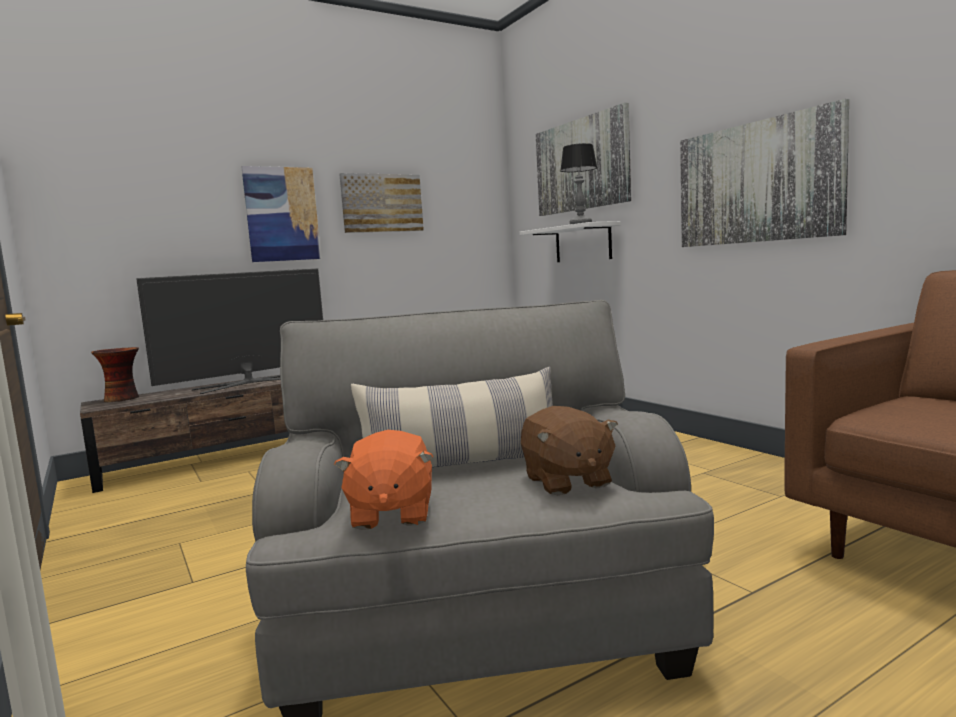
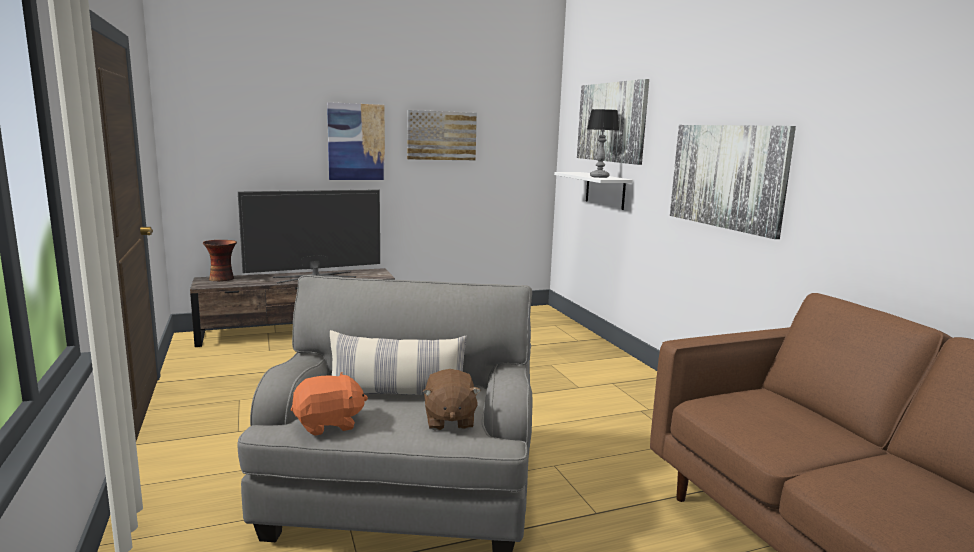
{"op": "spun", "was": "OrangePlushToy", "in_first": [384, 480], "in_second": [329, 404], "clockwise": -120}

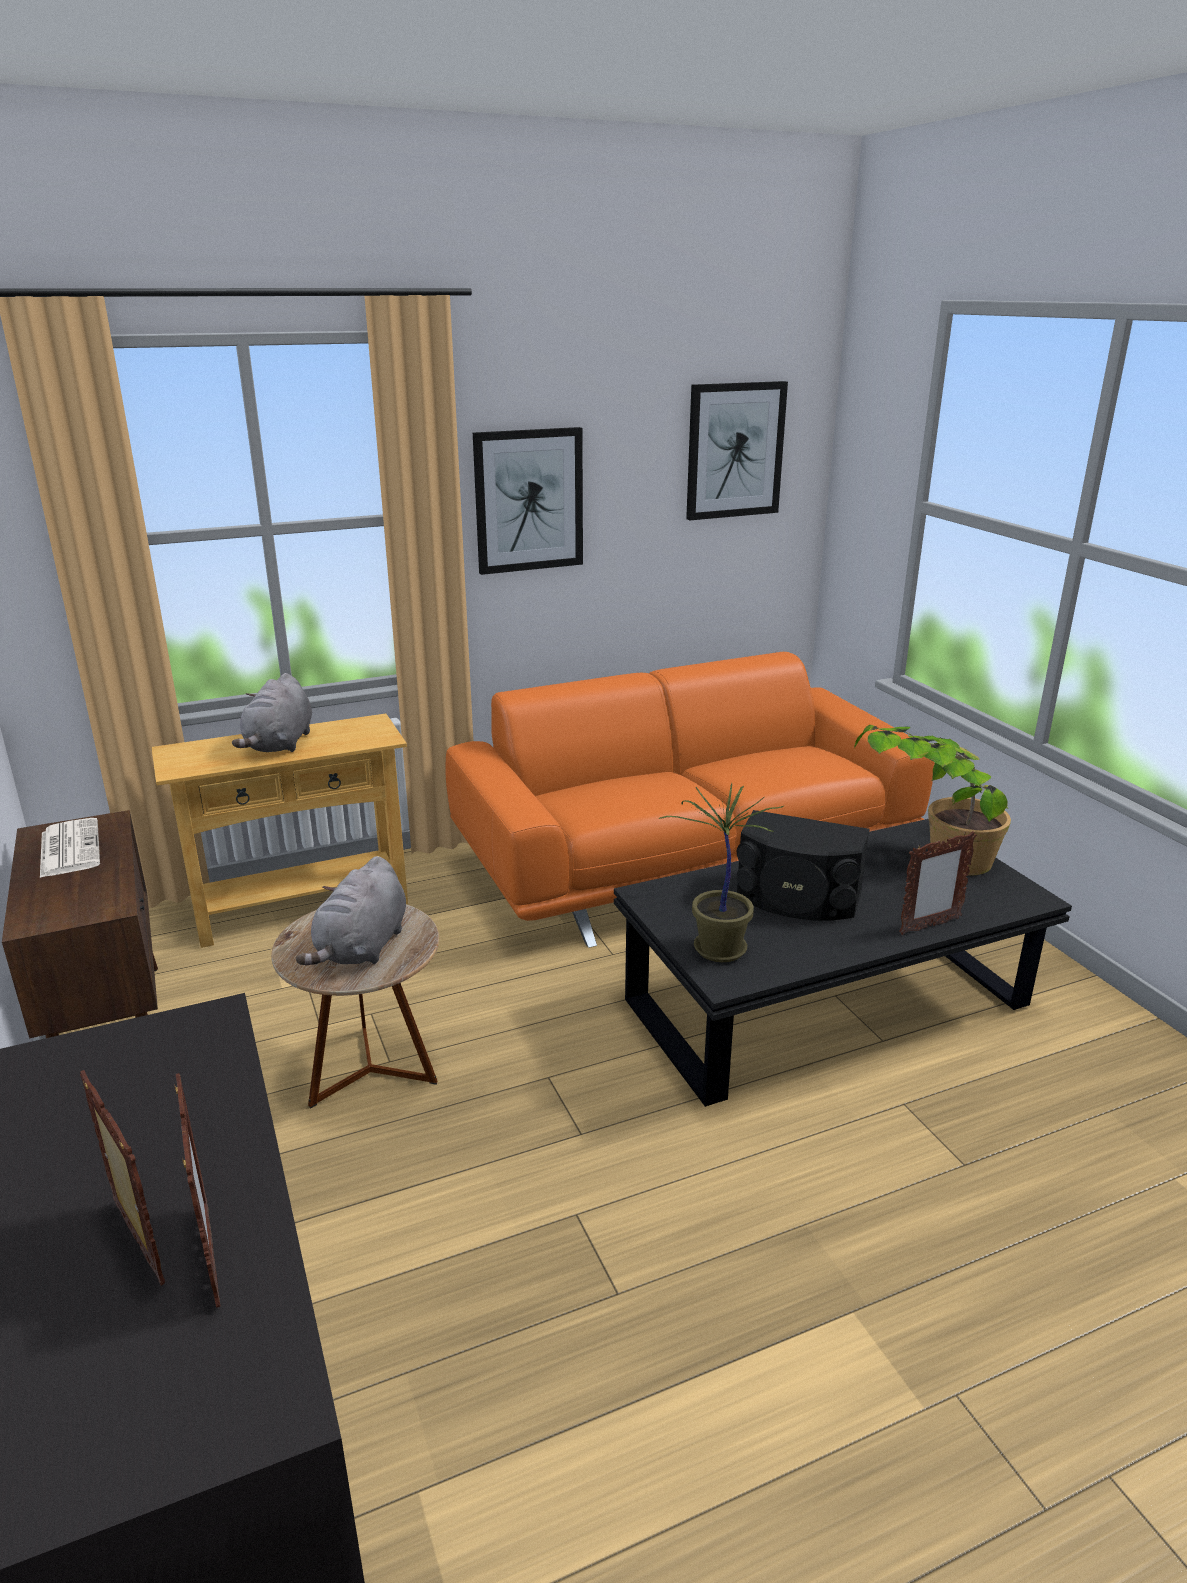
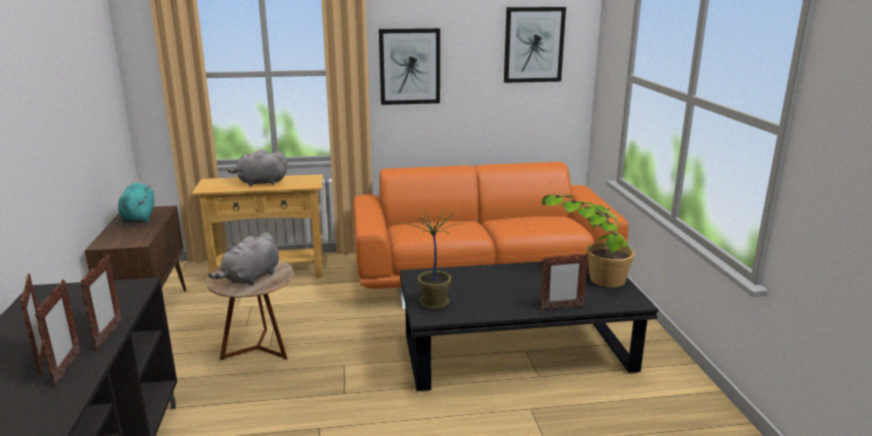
{"op": "missing", "was": "BlackSpeaker", "in_first": [803, 865]}
{"op": "appeared", "now": "PictureFrame", "in_second": [101, 302]}
{"op": "exchanged", "was": "Newspaper", "now": "TurquoisePlushToy", "in_first": [70, 848], "in_second": [136, 203]}
{"op": "spun", "was": "GreyPlushToy", "in_first": [272, 712], "in_second": [257, 167], "clockwise": 60}

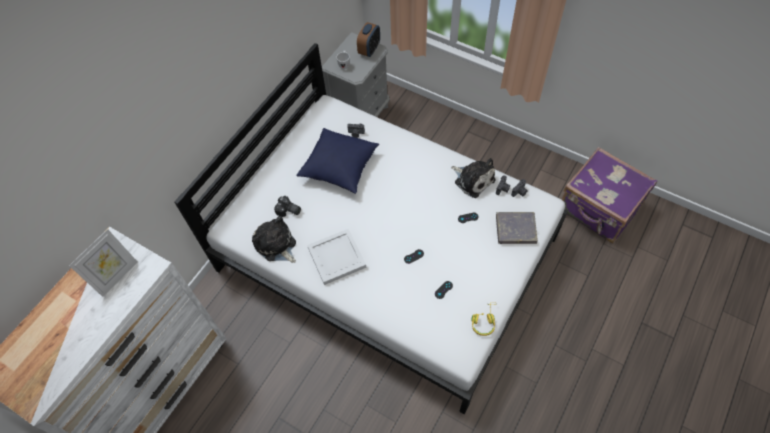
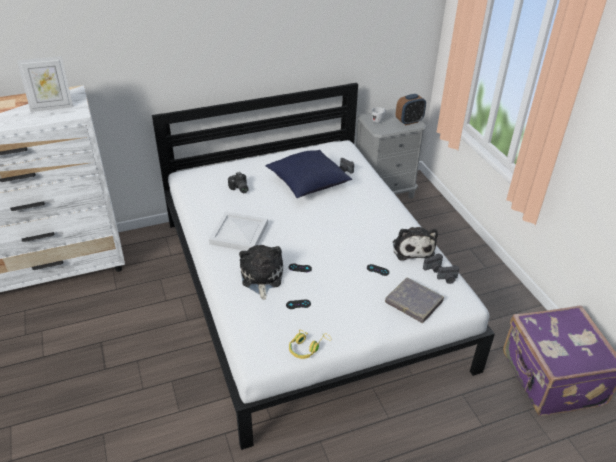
{"op": "relocated", "was": "PlushToy", "in_first": [274, 239], "in_second": [261, 272]}

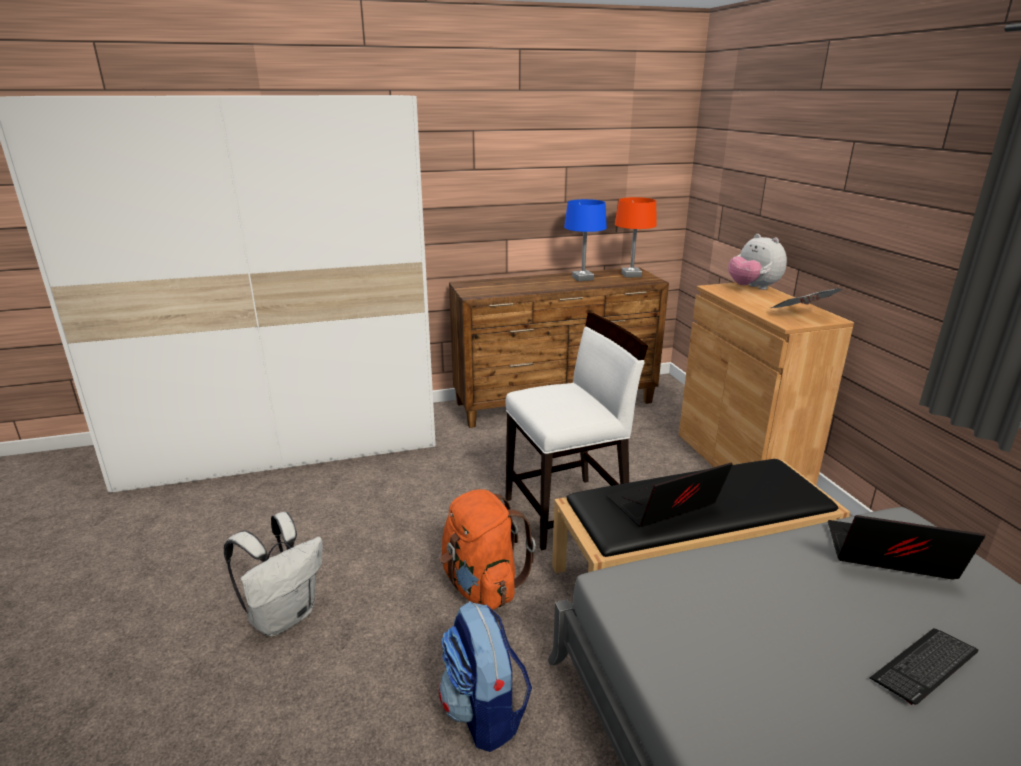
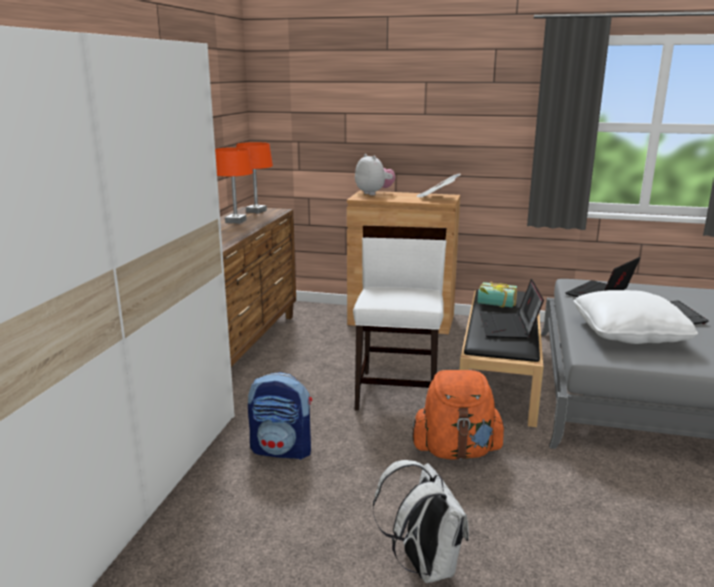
{"op": "appeared", "now": "Book", "in_second": [497, 295]}
{"op": "appeared", "now": "WhitePillow", "in_second": [636, 317]}
{"op": "relocated", "was": "Backpack", "in_first": [485, 676], "in_second": [280, 416]}
{"op": "colour", "was": "BlueTableLamp", "now": "OrangeTableLamp", "in_first": [585, 240], "in_second": [234, 185]}
{"op": "spun", "was": "PlushToy", "in_first": [757, 262], "in_second": [375, 174], "clockwise": -120}

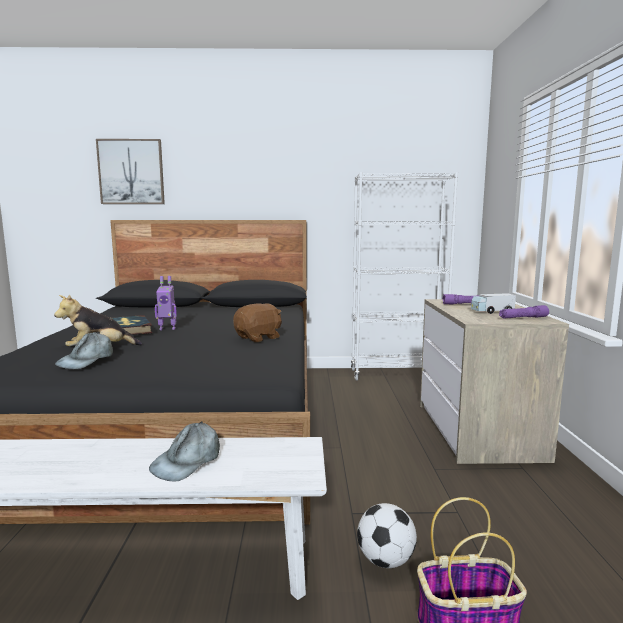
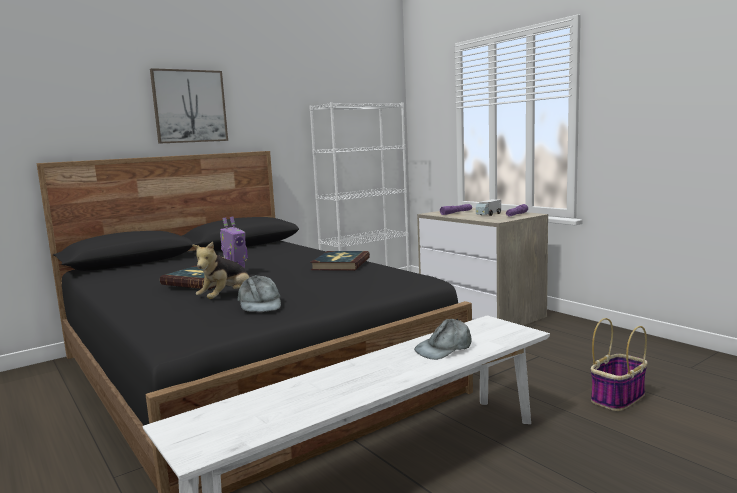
{"op": "missing", "was": "Football", "in_first": [387, 535]}
{"op": "relocated", "was": "Picture", "in_first": [130, 171], "in_second": [189, 106]}
{"op": "exchanged", "was": "BrownPlushToy", "now": "Book", "in_first": [257, 322], "in_second": [340, 261]}
{"op": "spun", "was": "GreyCap", "in_first": [184, 452], "in_second": [443, 339], "clockwise": 60}

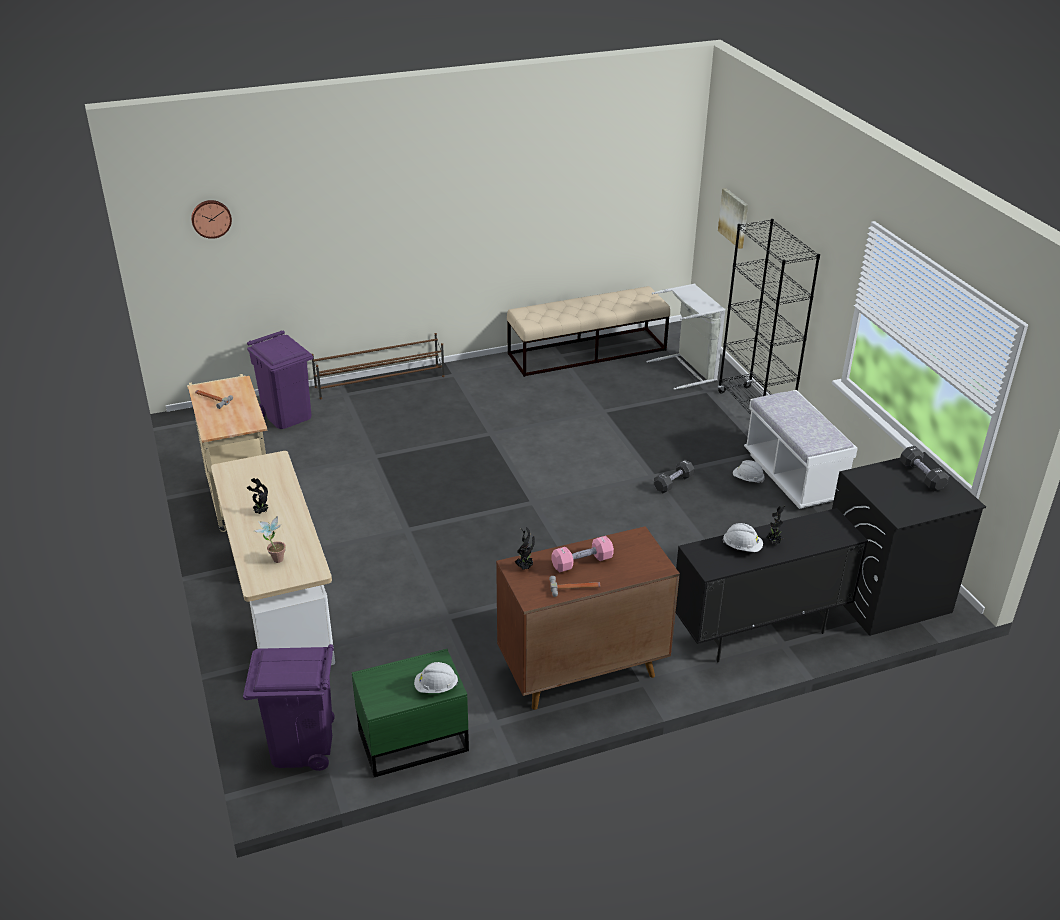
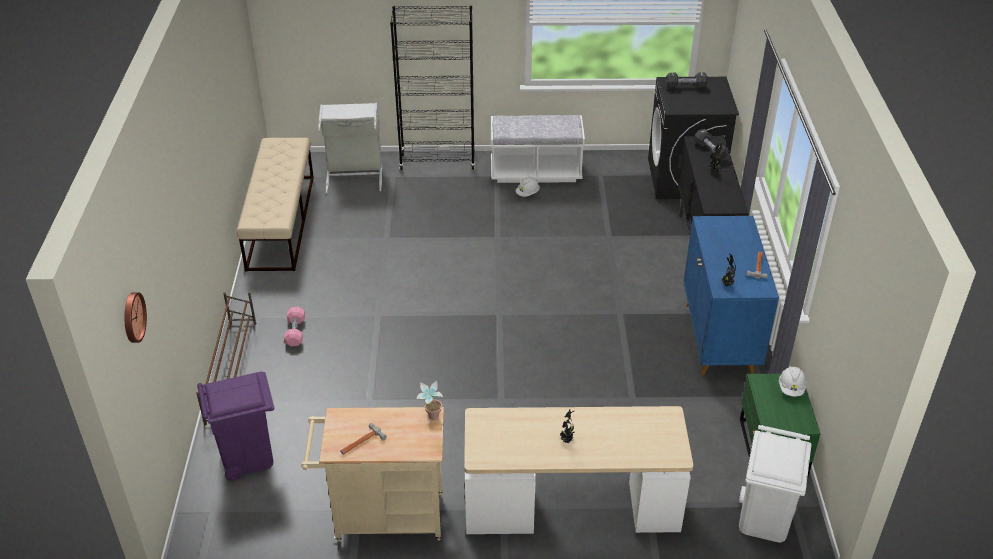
{"op": "missing", "was": "Picture", "in_first": [733, 218]}
{"op": "missing", "was": "WhiteHardHat", "in_first": [742, 537]}
{"op": "relocated", "was": "PottedPlant", "in_first": [270, 539], "in_second": [429, 400]}
{"op": "relocated", "was": "PinkDumbbell", "in_first": [583, 554], "in_second": [294, 327]}
{"op": "relocated", "was": "BlackDumbbell", "in_first": [674, 476], "in_second": [711, 145]}
{"op": "colour", "was": "PurpleTrashCan", "now": "WhiteTrashCan", "in_first": [289, 707], "in_second": [775, 483]}
{"op": "colour", "was": "BrownCabinet", "now": "BlueCabinet", "in_first": [588, 618], "in_second": [731, 295]}

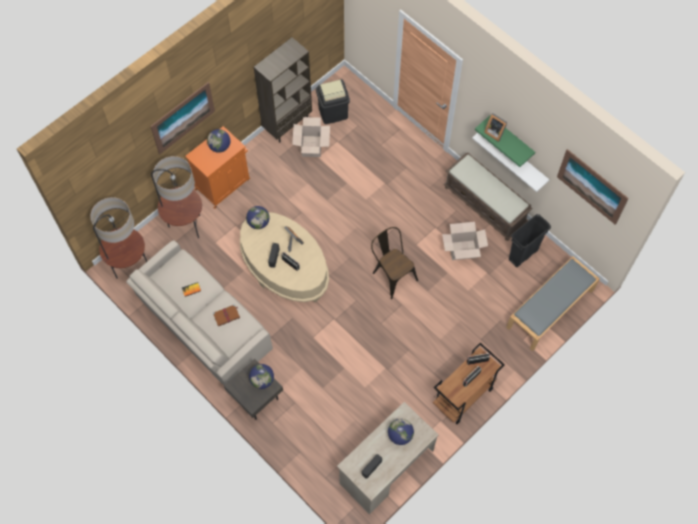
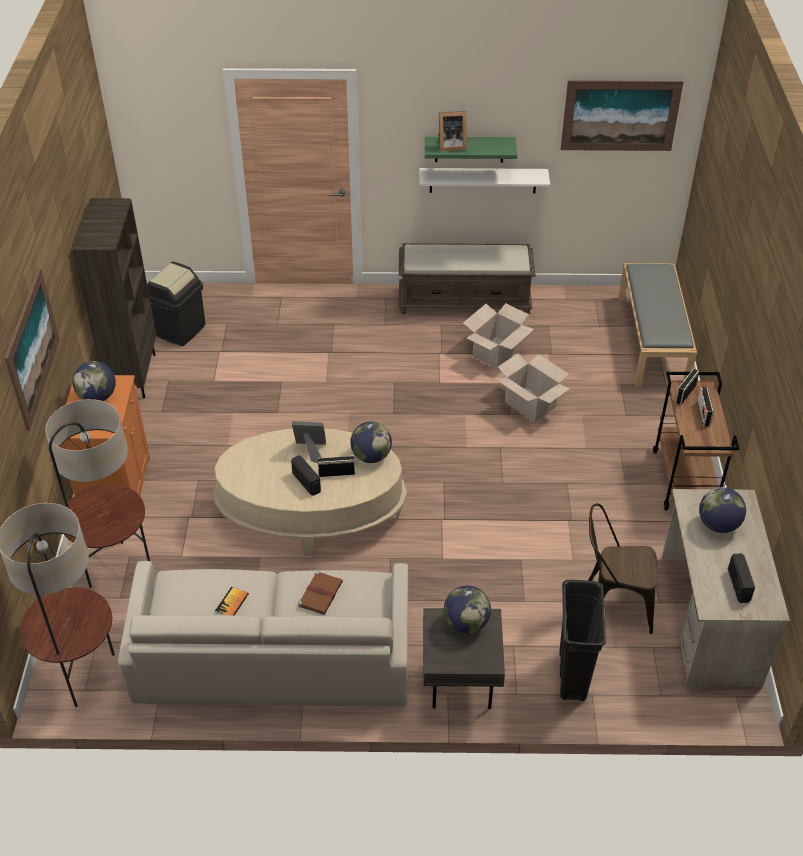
{"op": "relocated", "was": "Globe", "in_first": [257, 217], "in_second": [371, 442]}
{"op": "relocated", "was": "CardboardBox", "in_first": [311, 137], "in_second": [533, 387]}
{"op": "relocated", "was": "BrownChair", "in_first": [394, 263], "in_second": [622, 569]}
{"op": "relocated", "was": "BlackTrashCan", "in_first": [530, 240], "in_second": [583, 640]}

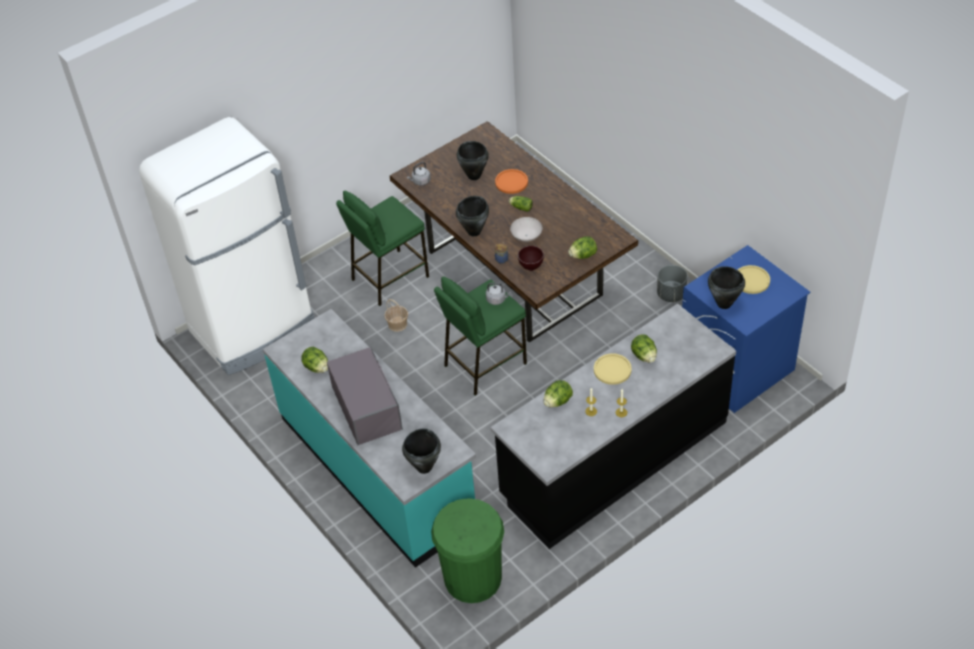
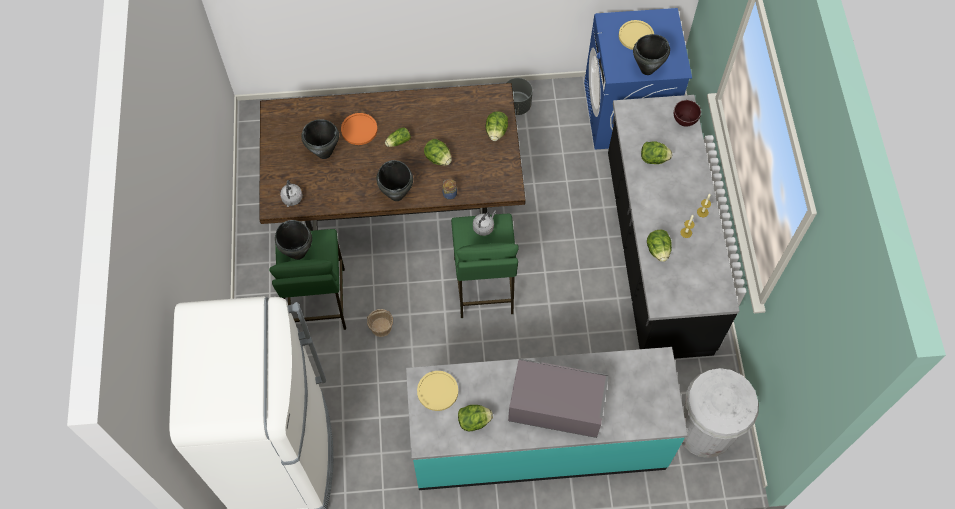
{"op": "relocated", "was": "BlackCookingPot", "in_first": [421, 451], "in_second": [293, 240]}
{"op": "relocated", "was": "BrownBowl", "in_first": [531, 258], "in_second": [687, 113]}
{"op": "relocated", "was": "YellowPlate", "in_first": [613, 369], "in_second": [437, 391]}
{"op": "exchanged", "was": "WhiteBowl", "now": "Lettuce", "in_first": [526, 229], "in_second": [438, 152]}
{"op": "colour", "was": "GreenTrashCan", "now": "WhiteTrashCan", "in_first": [467, 550], "in_second": [720, 413]}

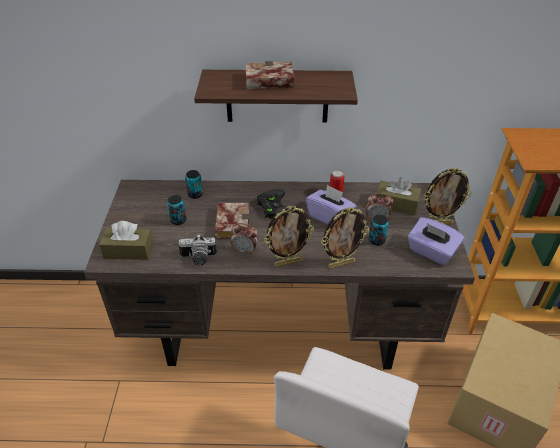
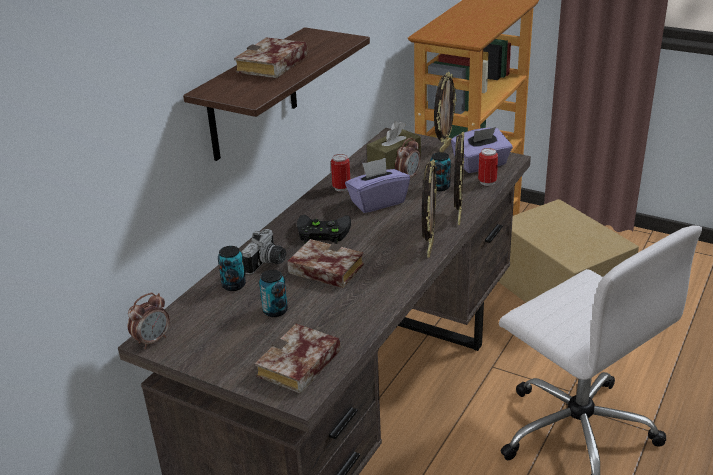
{"op": "appeared", "now": "Can", "in_second": [488, 167]}
{"op": "relocated", "was": "PhotoCamera", "in_first": [197, 250], "in_second": [264, 252]}
{"op": "relocated", "was": "AlarmClock", "in_first": [244, 239], "in_second": [149, 321]}
{"op": "exchanged", "was": "BrownTissueBox", "now": "Book", "in_first": [126, 240], "in_second": [298, 359]}

